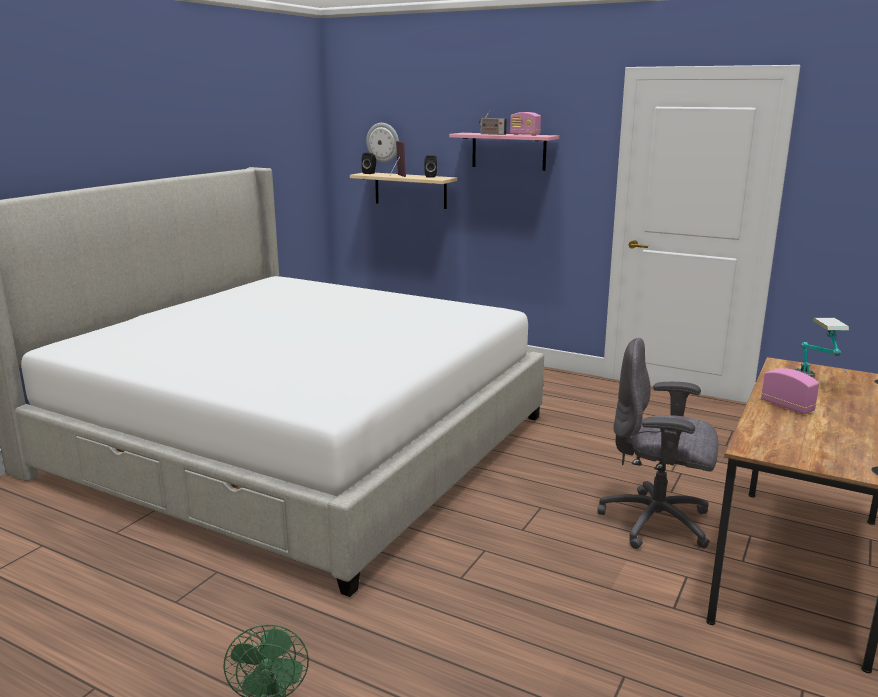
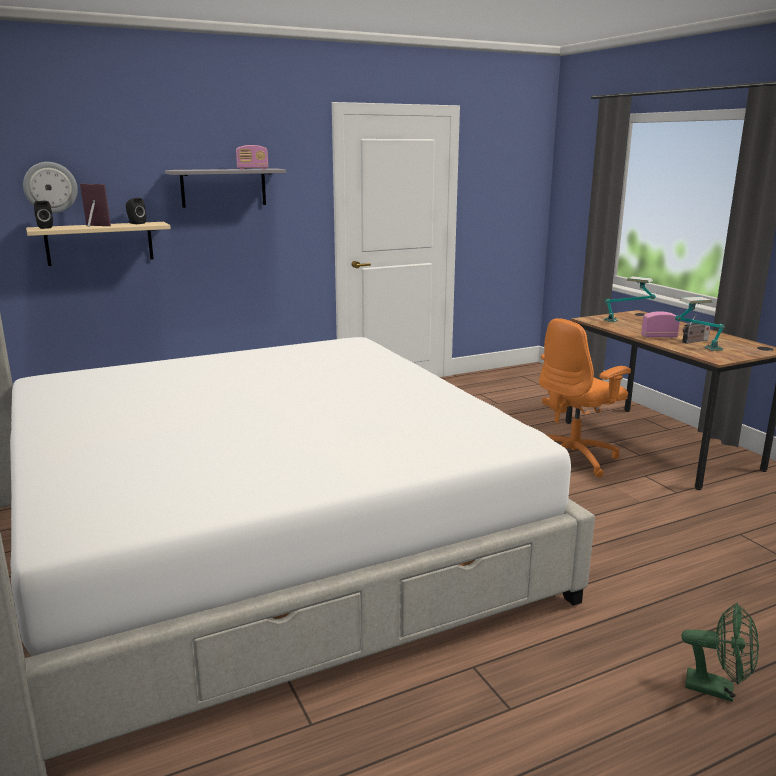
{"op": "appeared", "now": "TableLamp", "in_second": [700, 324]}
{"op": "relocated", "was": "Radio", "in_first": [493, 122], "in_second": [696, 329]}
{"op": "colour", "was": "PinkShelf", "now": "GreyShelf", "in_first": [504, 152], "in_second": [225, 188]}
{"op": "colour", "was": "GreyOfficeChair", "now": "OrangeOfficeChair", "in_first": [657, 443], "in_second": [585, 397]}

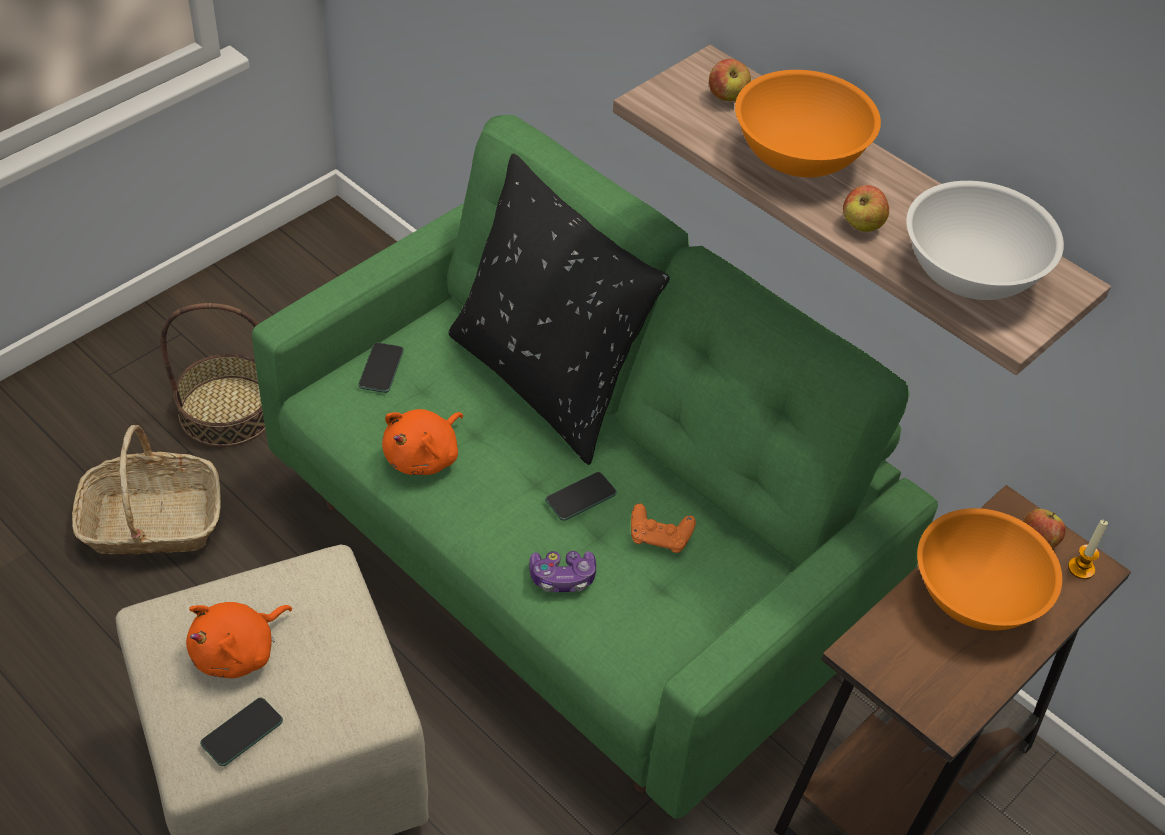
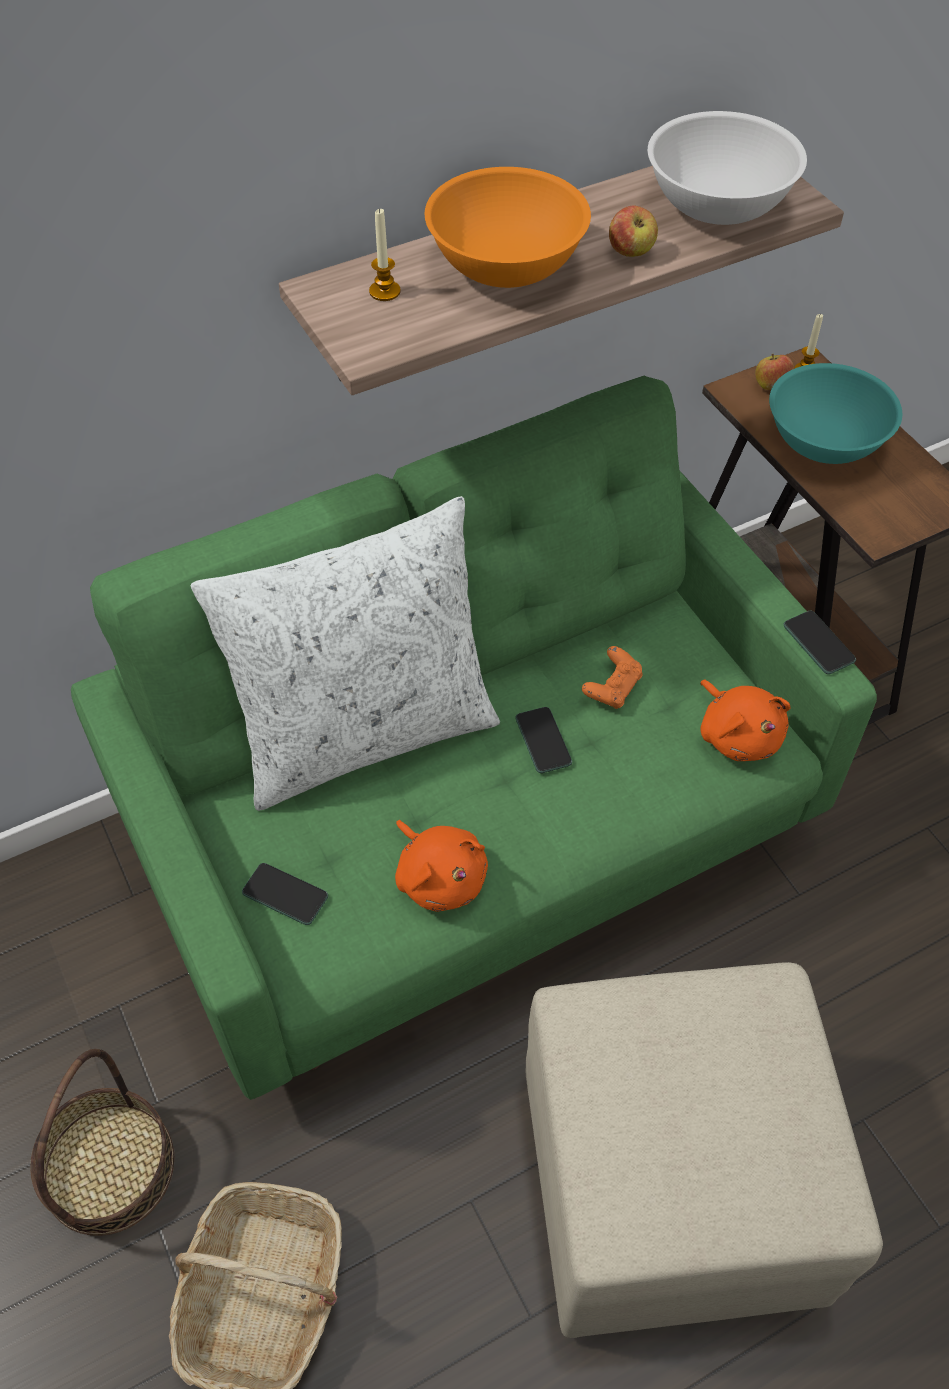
{"op": "missing", "was": "GameController", "in_first": [562, 571]}
{"op": "relocated", "was": "OrangePlushToy", "in_first": [239, 640], "in_second": [745, 720]}
{"op": "relocated", "was": "Phone", "in_first": [241, 732], "in_second": [820, 642]}
{"op": "exchanged", "was": "Apple", "now": "Candle", "in_first": [730, 80], "in_second": [385, 254]}
{"op": "colour", "was": "BlackPillow", "now": "WhitePillow", "in_first": [559, 309], "in_second": [345, 653]}
{"op": "colour", "was": "OrangeBowl", "now": "TurquoiseBowl", "in_first": [989, 569], "in_second": [835, 413]}

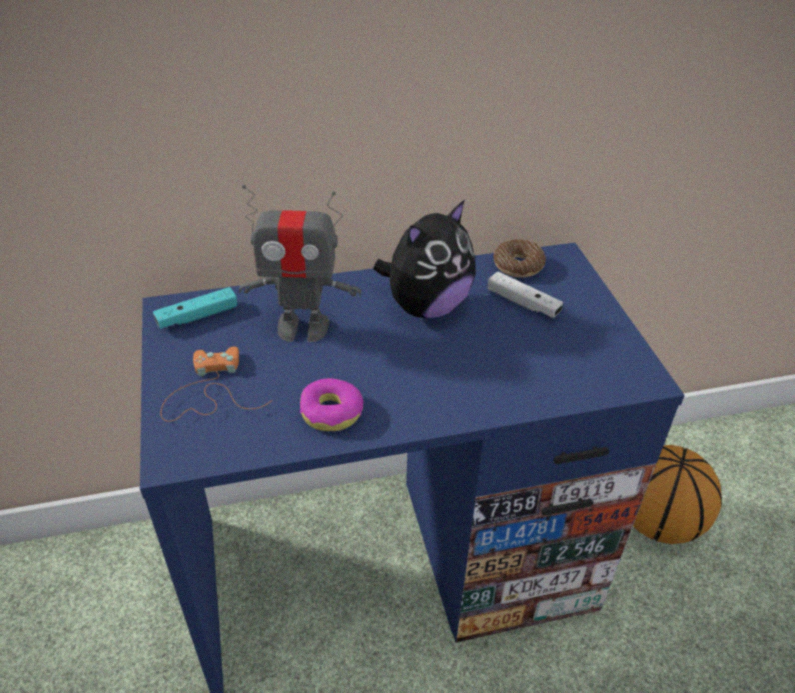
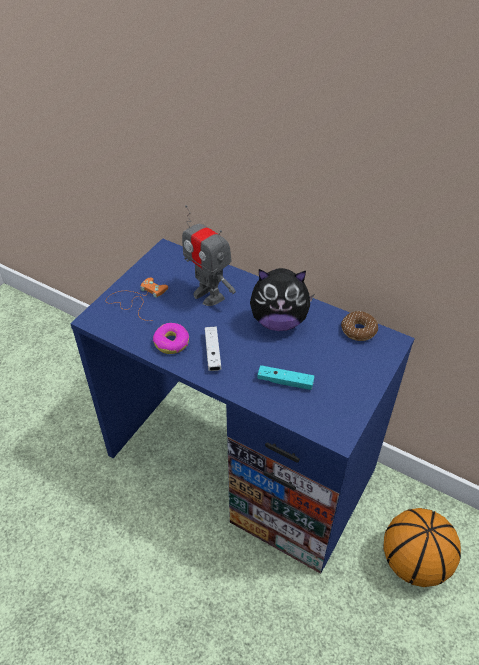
{"op": "relocated", "was": "TurquoiseGameController", "in_first": [195, 308], "in_second": [285, 377]}
{"op": "relocated", "was": "WhiteGameController", "in_first": [525, 295], "in_second": [213, 349]}

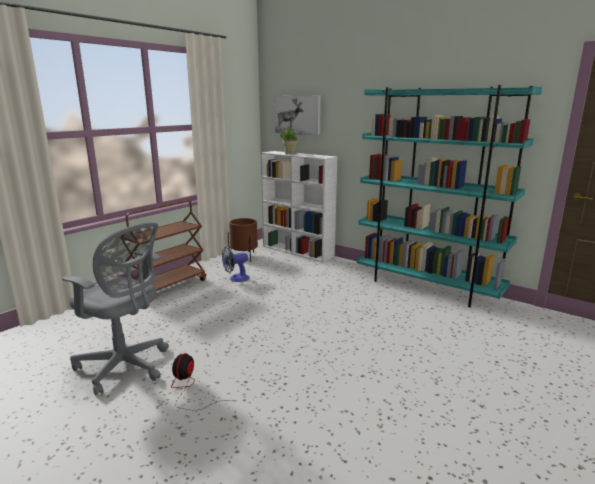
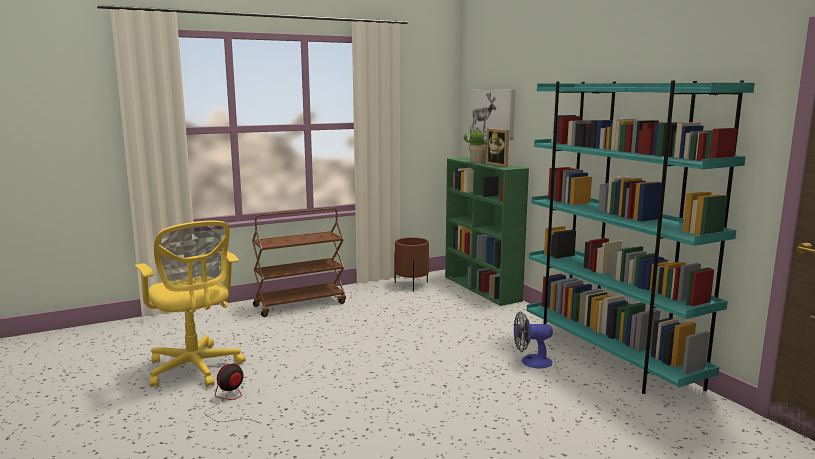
{"op": "appeared", "now": "PictureFrame", "in_second": [497, 147]}
{"op": "relocated", "was": "Fan", "in_first": [236, 264], "in_second": [533, 339]}
{"op": "colour", "was": "GreyOfficeChair", "now": "YellowOfficeChair", "in_first": [115, 308], "in_second": [190, 304]}
{"op": "colour", "was": "WhiteBookcase", "now": "GreenBookcase", "in_first": [299, 206], "in_second": [487, 231]}

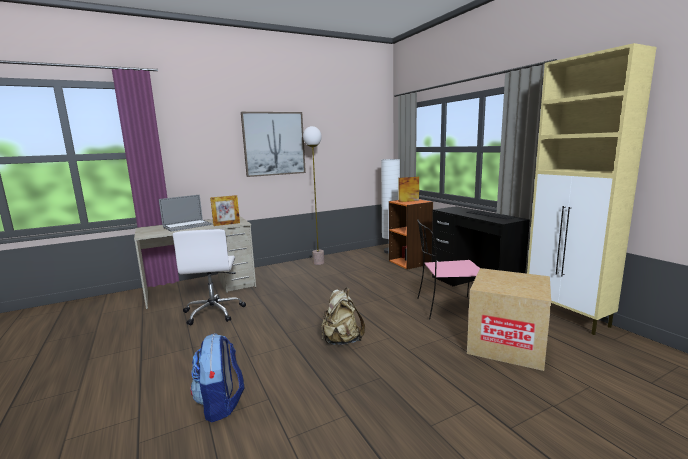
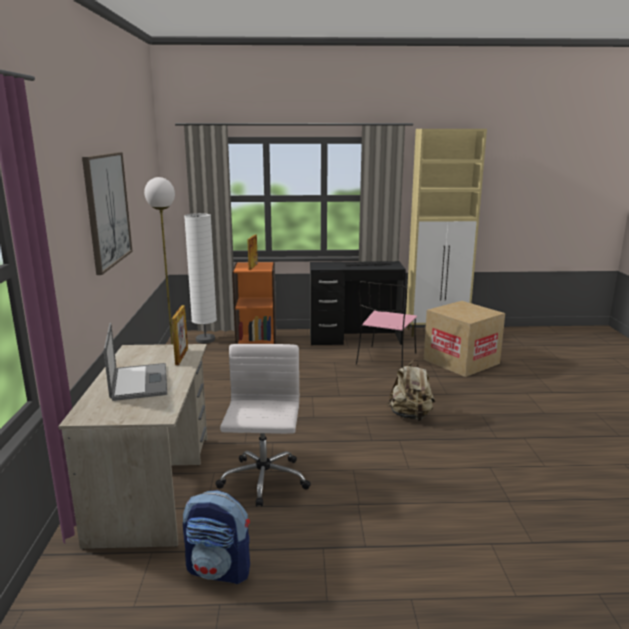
{"op": "relocated", "was": "Backpack", "in_first": [217, 377], "in_second": [216, 537]}
{"op": "spun", "was": "WhiteOfficeChair", "in_first": [209, 277], "in_second": [263, 425], "clockwise": -105}

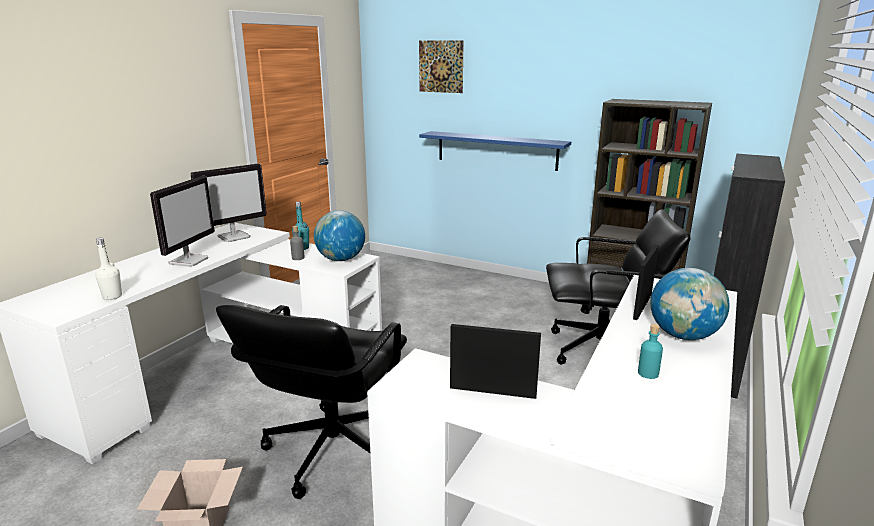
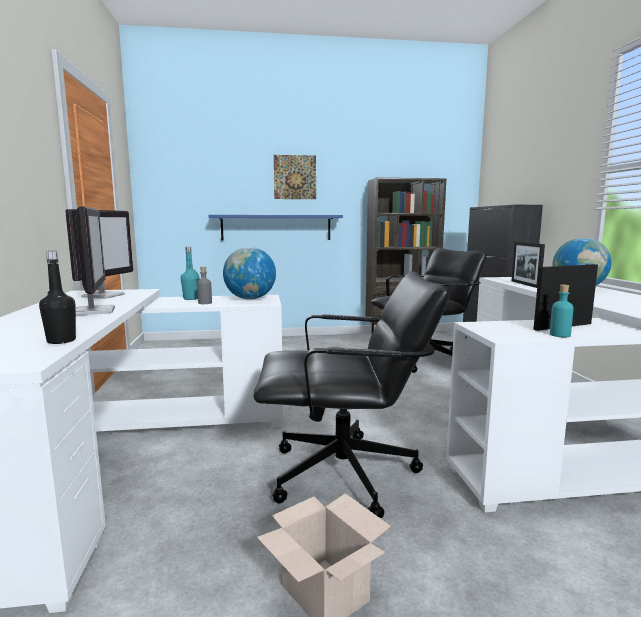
{"op": "relocated", "was": "Picture", "in_first": [441, 66], "in_second": [295, 177]}
{"op": "relocated", "was": "TurquoiseBottle", "in_first": [650, 351], "in_second": [562, 311]}
{"op": "colour", "was": "WhiteBottle", "now": "BlackBottle", "in_first": [108, 269], "in_second": [57, 297]}
{"op": "spun", "was": "BlackOfficeChair", "in_first": [311, 402], "in_second": [351, 394], "clockwise": -75}

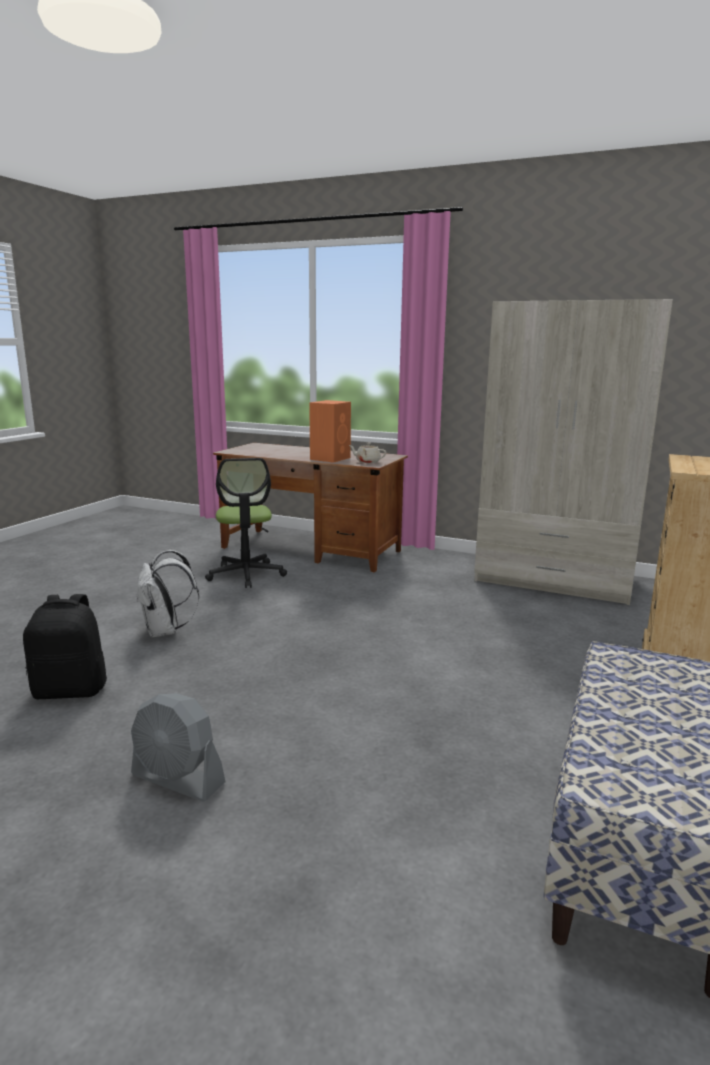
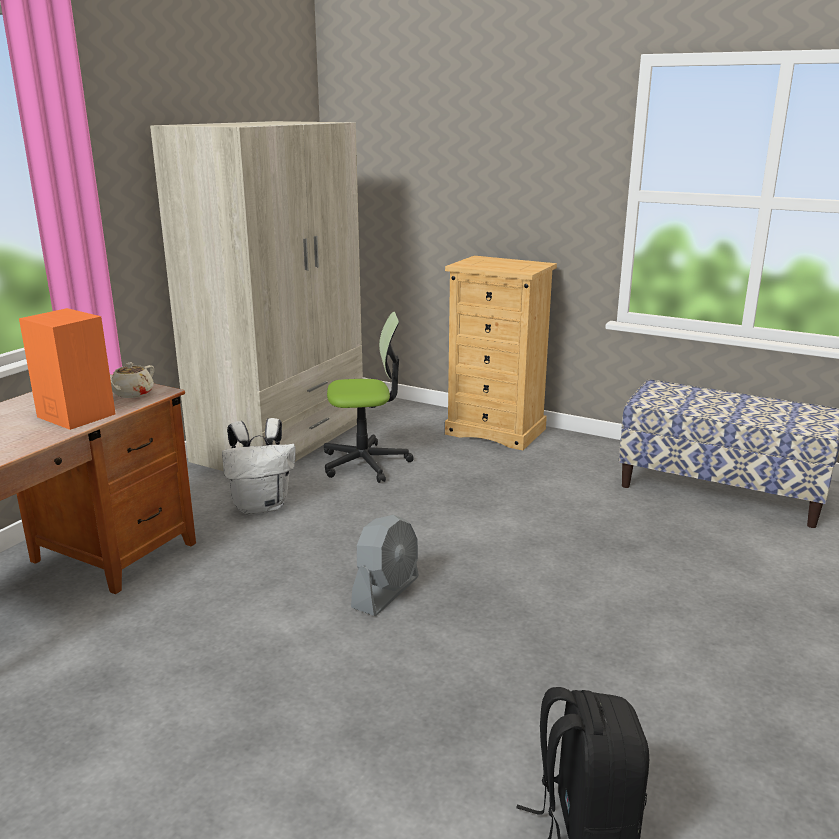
{"op": "relocated", "was": "GreyFan", "in_first": [178, 747], "in_second": [385, 565]}
{"op": "relocated", "was": "WhiteBackpack", "in_first": [167, 594], "in_second": [259, 466]}
{"op": "relocated", "was": "OfficeChair", "in_first": [246, 523], "in_second": [368, 397]}

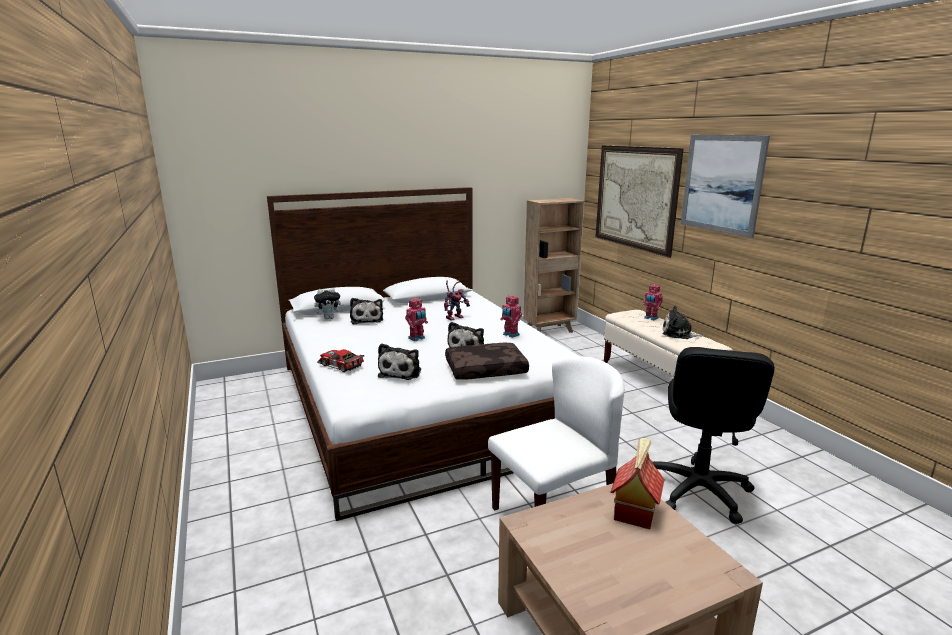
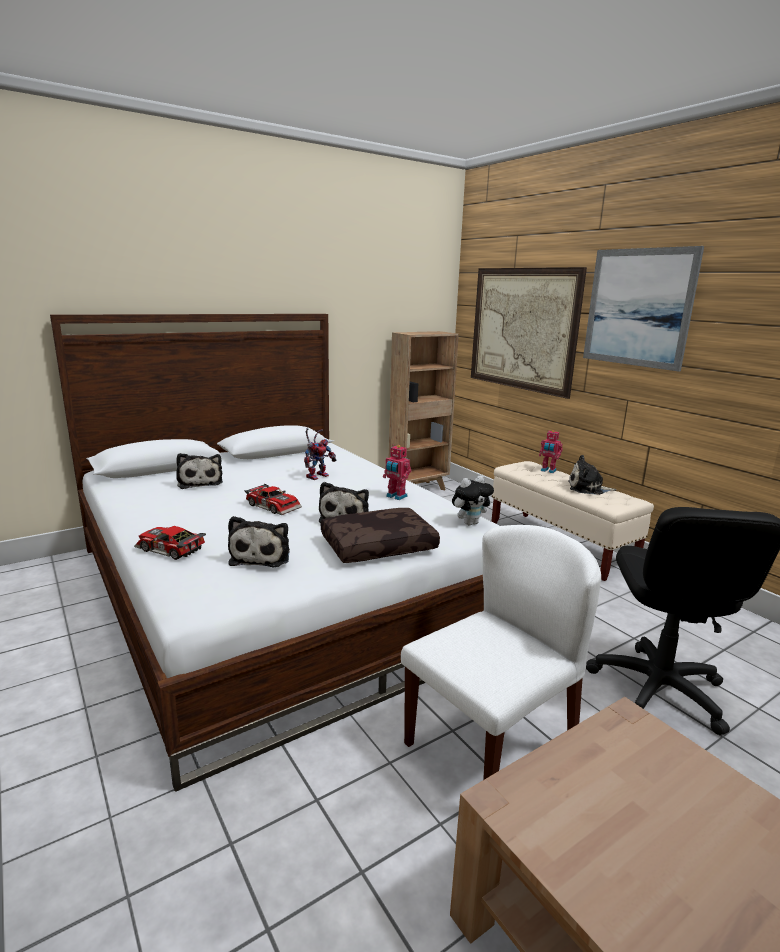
{"op": "missing", "was": "ToyHouse", "in_first": [637, 483]}
{"op": "relocated", "was": "PlushToy", "in_first": [329, 303], "in_second": [473, 500]}
{"op": "exchanged", "was": "ToyRobot", "now": "ToyCar", "in_first": [416, 319], "in_second": [273, 499]}

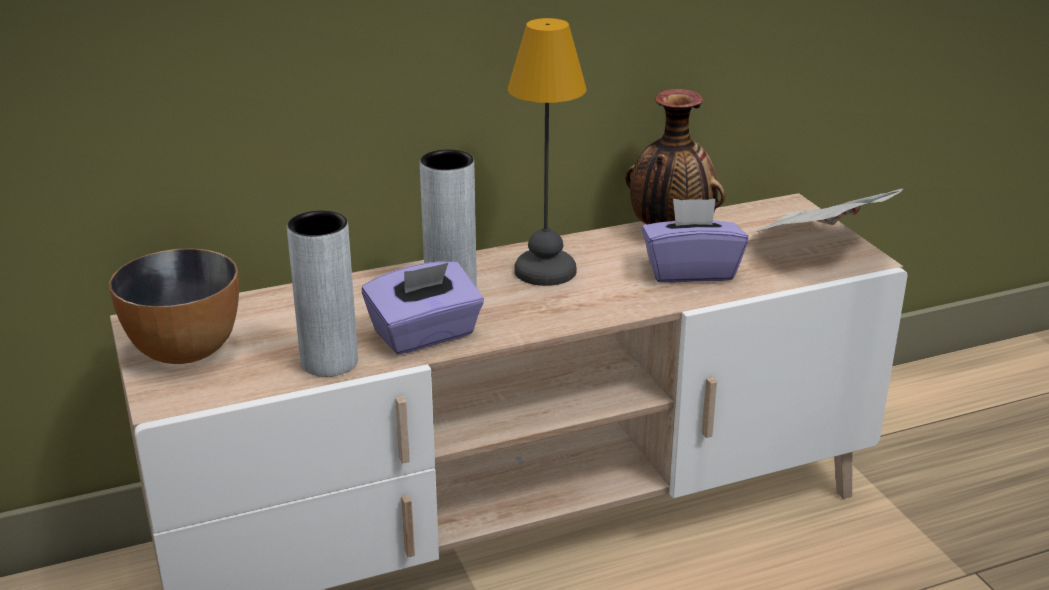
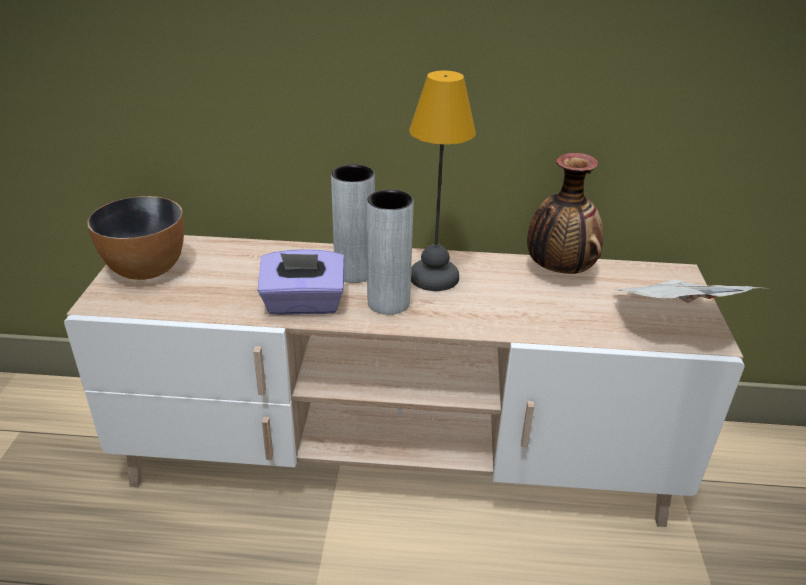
{"op": "missing", "was": "PurpleTissueBox", "in_first": [695, 241]}
{"op": "relocated", "was": "GreyVase", "in_first": [322, 294], "in_second": [390, 252]}

